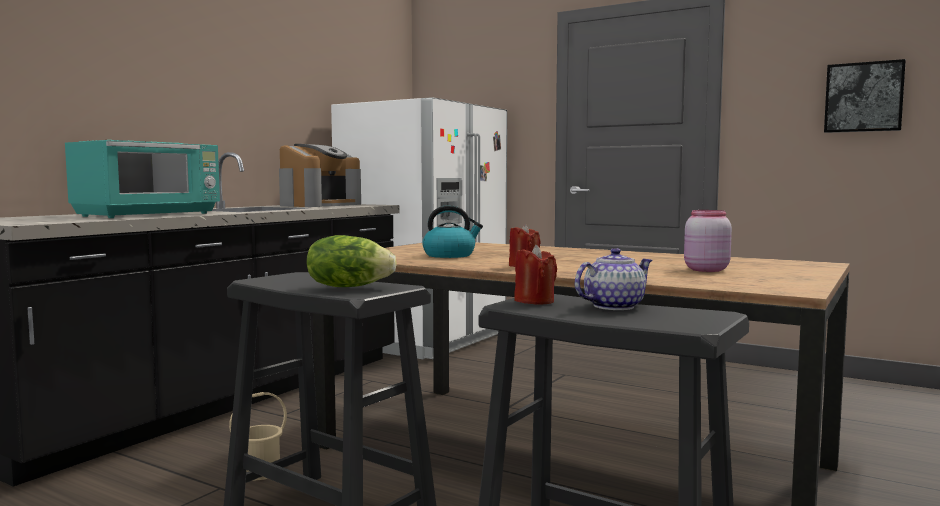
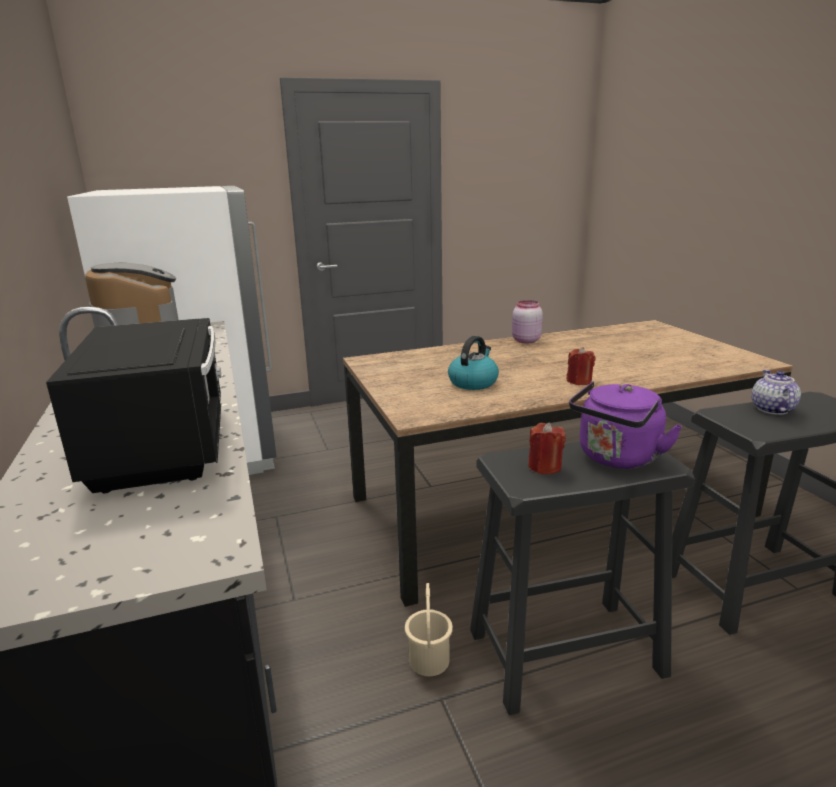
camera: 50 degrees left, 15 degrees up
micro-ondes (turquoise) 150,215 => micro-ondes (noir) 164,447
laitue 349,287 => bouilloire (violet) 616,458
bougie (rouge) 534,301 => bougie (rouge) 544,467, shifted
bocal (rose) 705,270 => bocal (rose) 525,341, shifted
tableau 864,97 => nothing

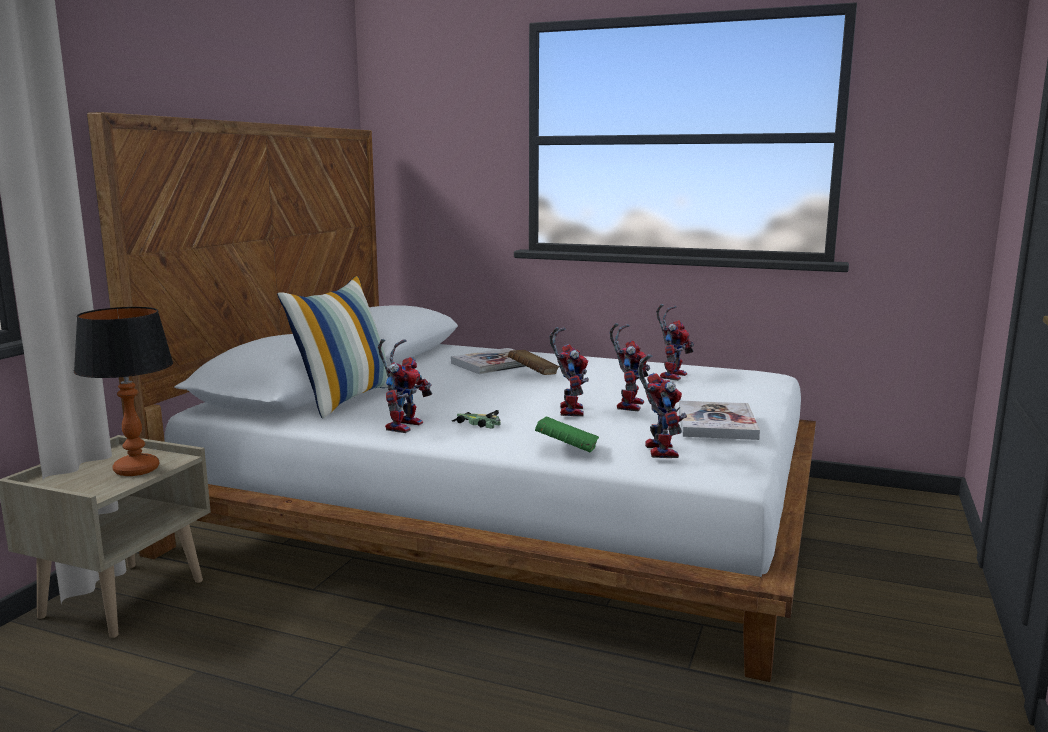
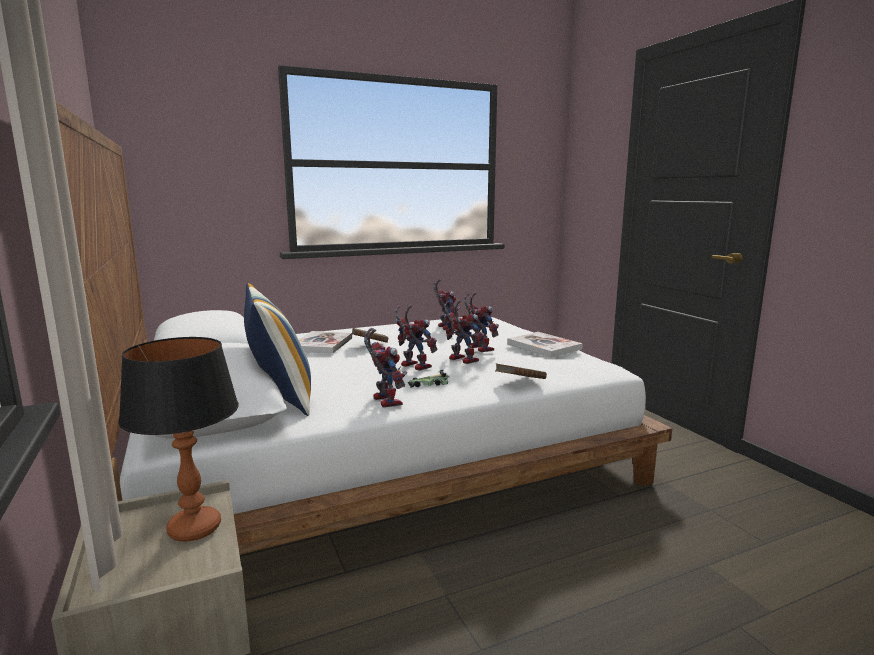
camera: 45 degrees left, 0 degrees up
livre (vert) 567,450 => livre (marron) 520,382
robot jouet 656,449 => robot jouet 412,366, shifted

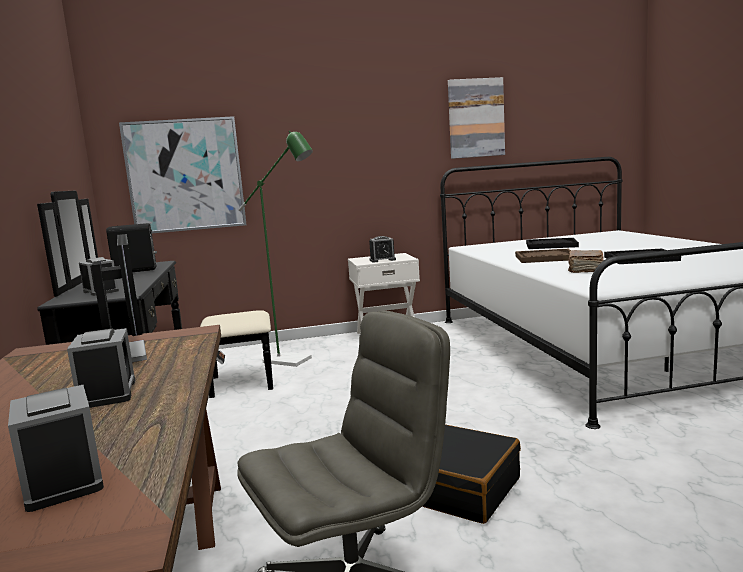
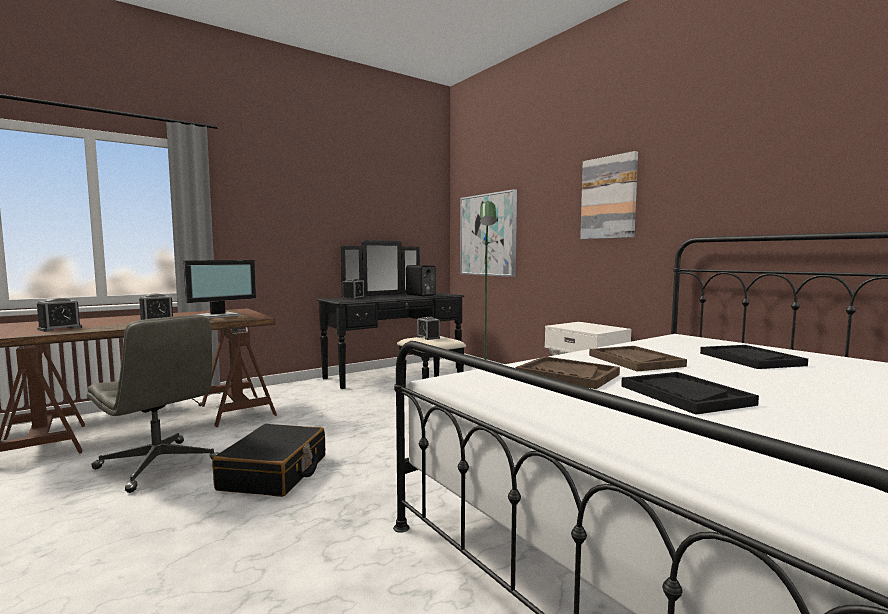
camera: 65 degrees right, 5 degrees down
réveil 382,260 => réveil 428,337, shifted
tableau 476,118 => tableau 609,198, shifted
livre (marron) 585,269 => plateau (marron) 567,375

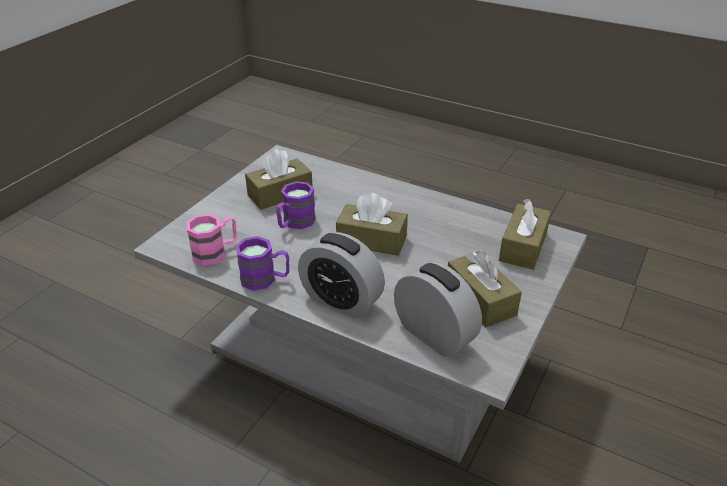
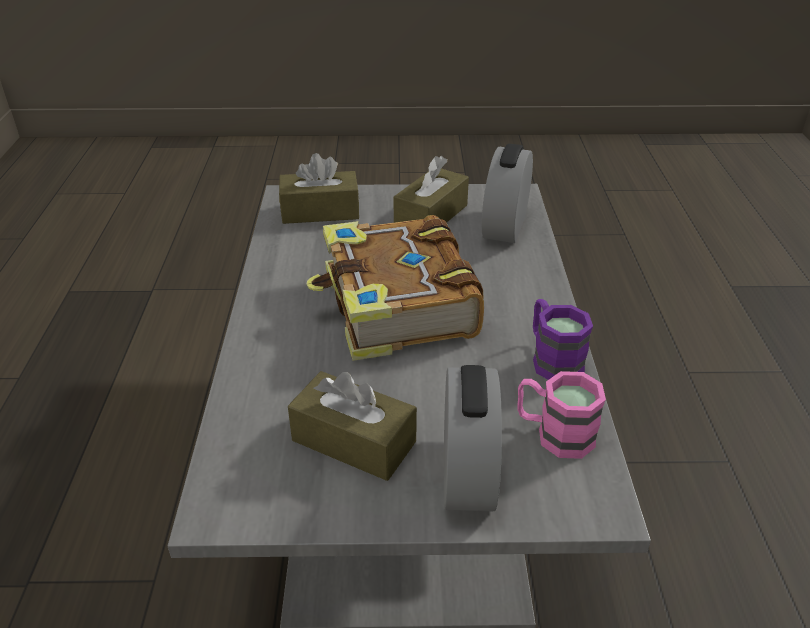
camera: 120 degrees left, 0 degrees up
mug (violet) 295,223 => nothing
réveil 341,300 => réveil 467,475, shifted
boîte à mouchoirs (marron) 371,240 => livre 396,307

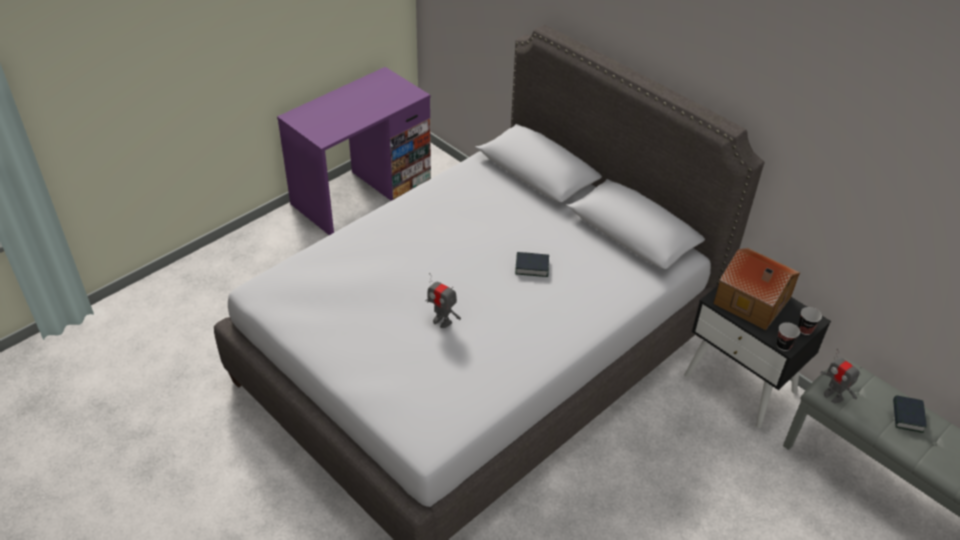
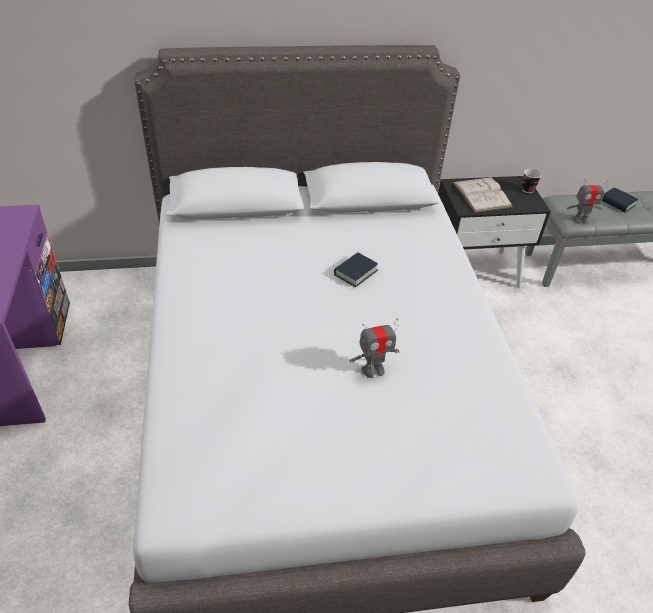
camera: 55 degrees left, 0 degrees up
maison miniature 752,302 => livre (blanc) 481,195
tasse 783,345 => nothing

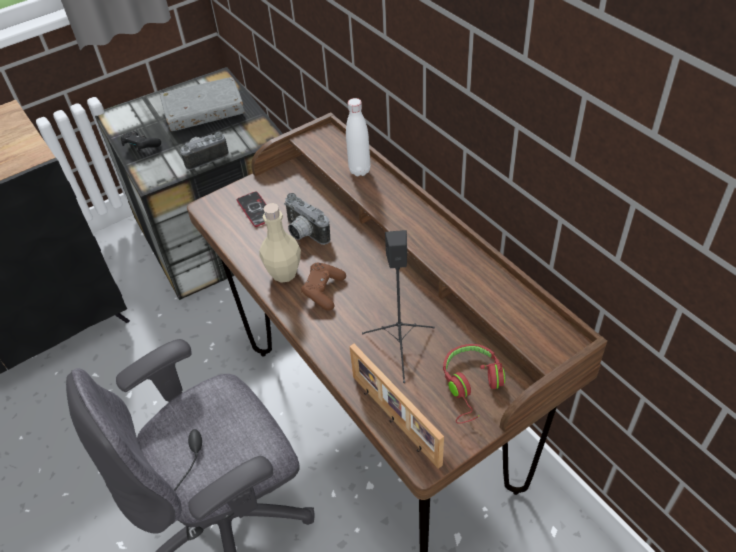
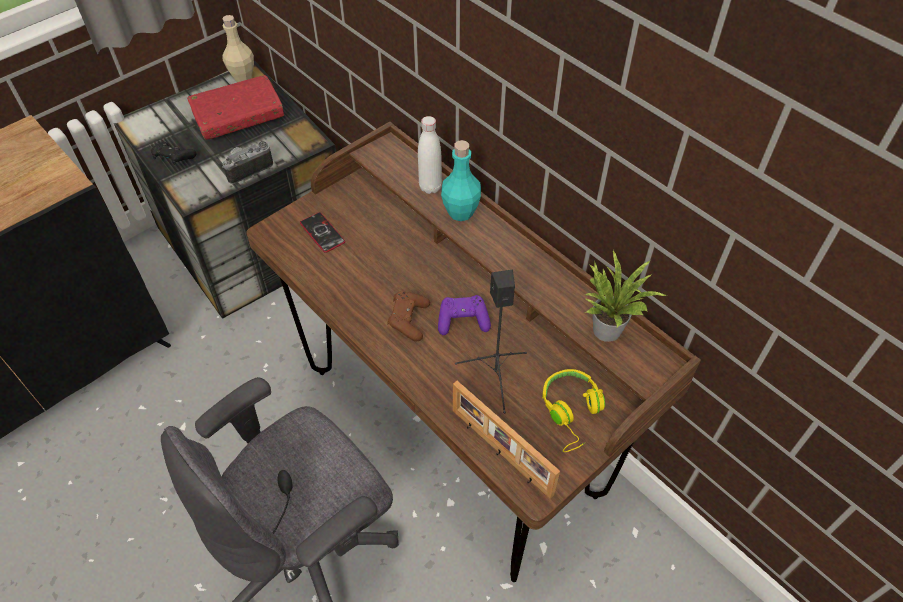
camera: 10 degrees left, 5 degrees up
livre (gris) 204,112 => livre (rouge) 238,116
bouteille (beige) 284,273 => bouteille (beige) 243,76, shifted
appareil photo 304,234 => nothing
casque audio (rouge) 472,387 => casque audio (jaune) 572,412
nothing => manette (violet) 463,321
nothing => bouteille (turquoise) 460,212
nothing => plante en pot 607,327

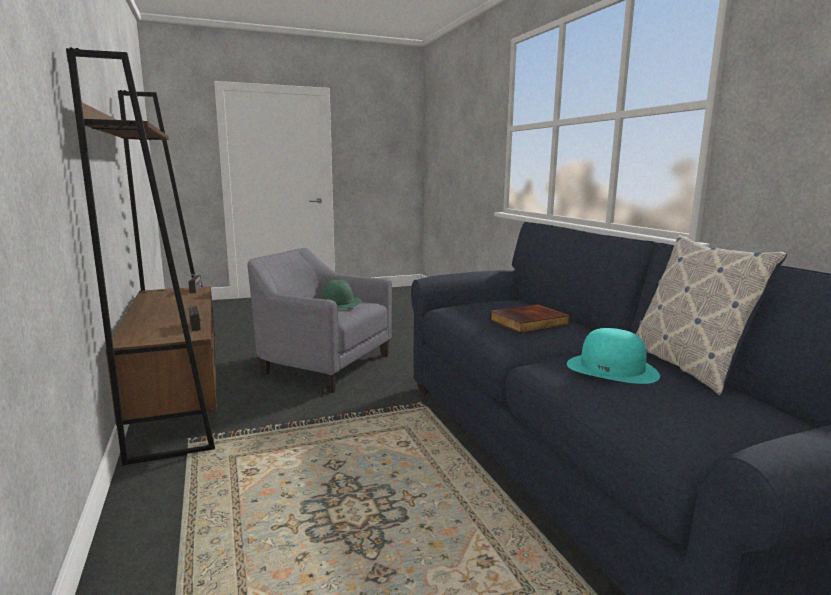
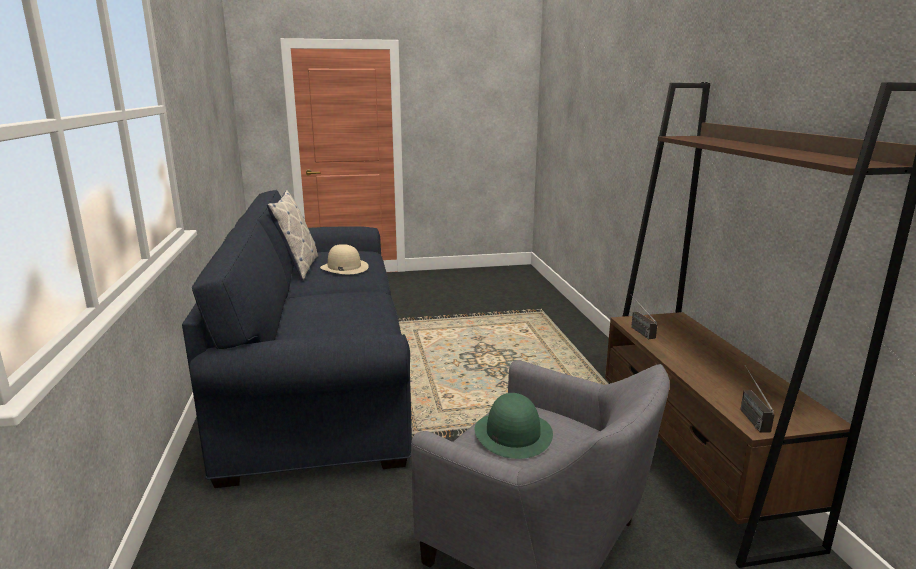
camera: 170 degrees left, 5 degrees up
livre 529,323 => nothing
chapeau (turquoise) 612,369 => chapeau (beige) 344,267

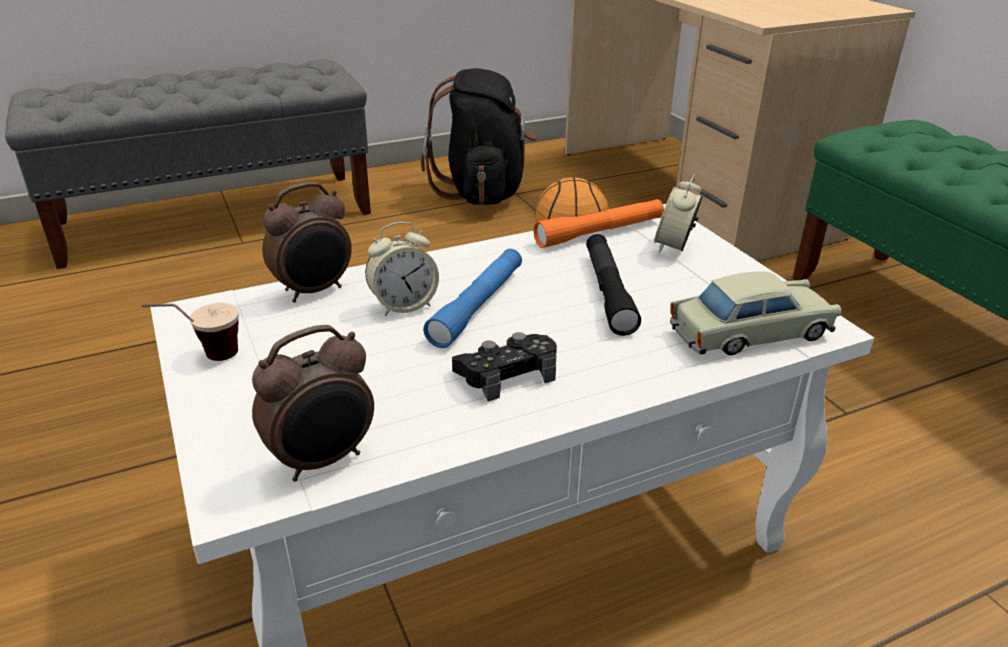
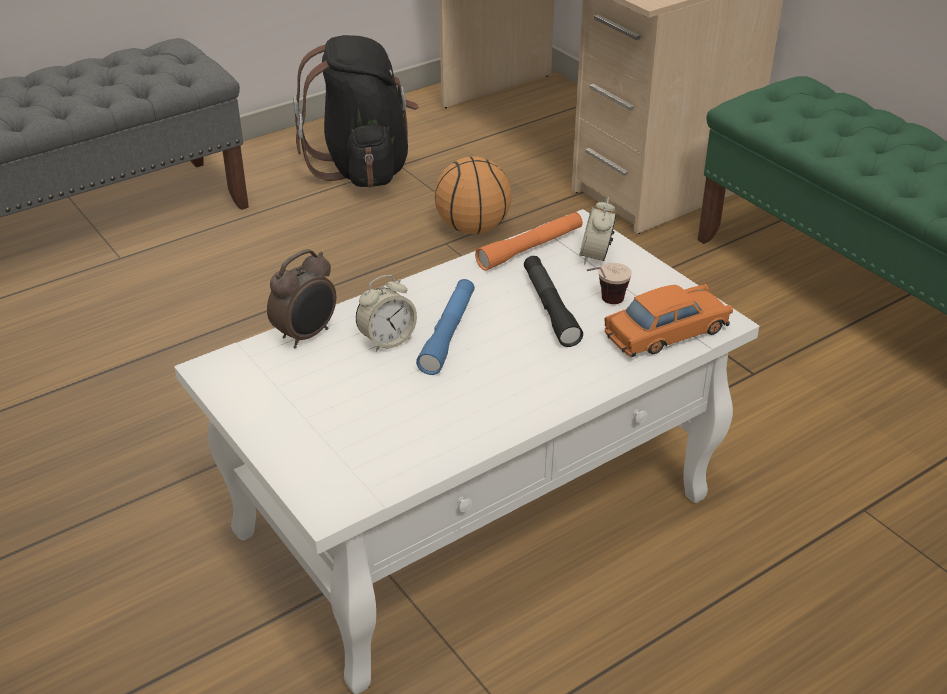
camera: 10 degrees left, 5 degrees up
tasse 203,359 => tasse 603,304, shifted
réveil 323,460 => nothing
manette (noir) 506,374 => nothing
petite voiture (beige) 749,333 => petite voiture (orange) 666,333

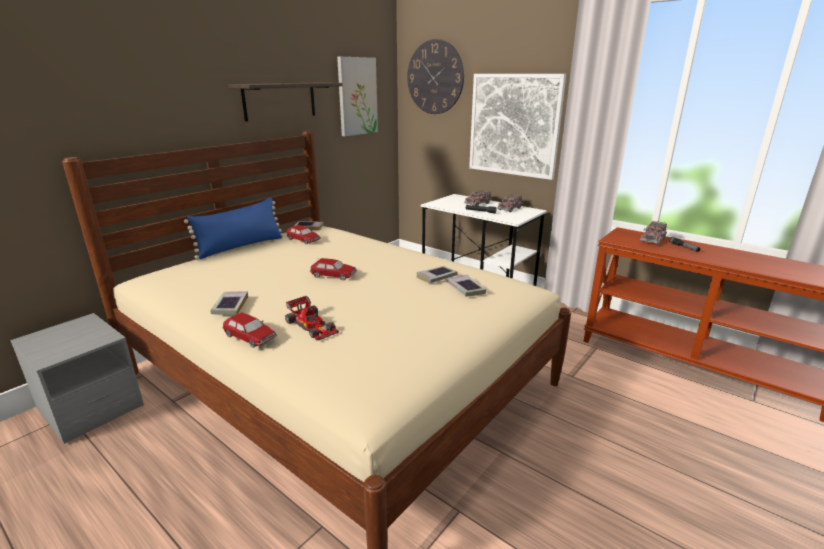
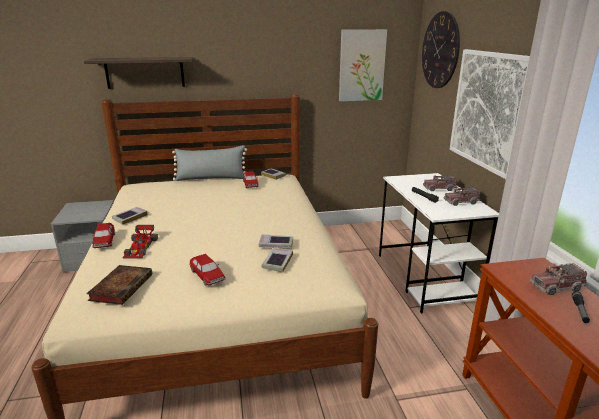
camera: 40 degrees right, 0 degrees up
coussin (bleu) 241,246 => coussin (gris) 211,178
étagère 280,100 => étagère 145,72, shifted
petite voiture 333,275 => petite voiture 207,275, shifted
nothing => livre 122,287

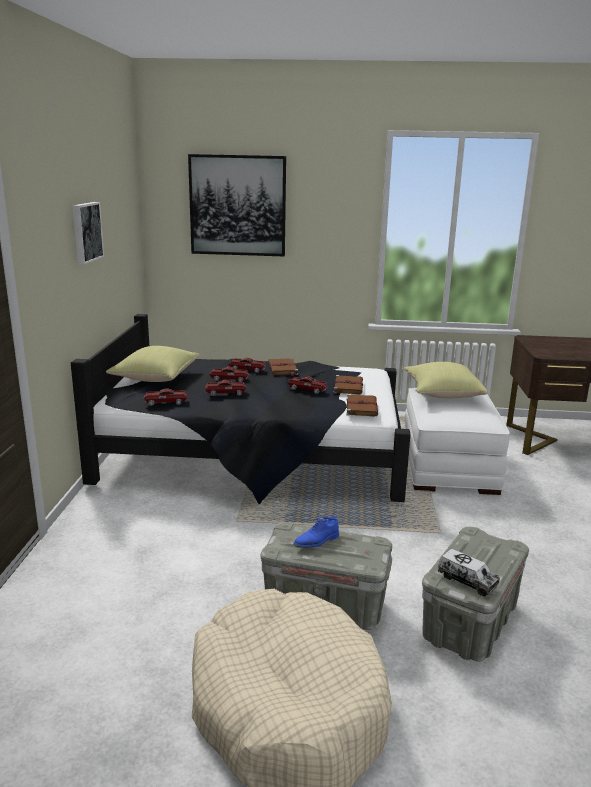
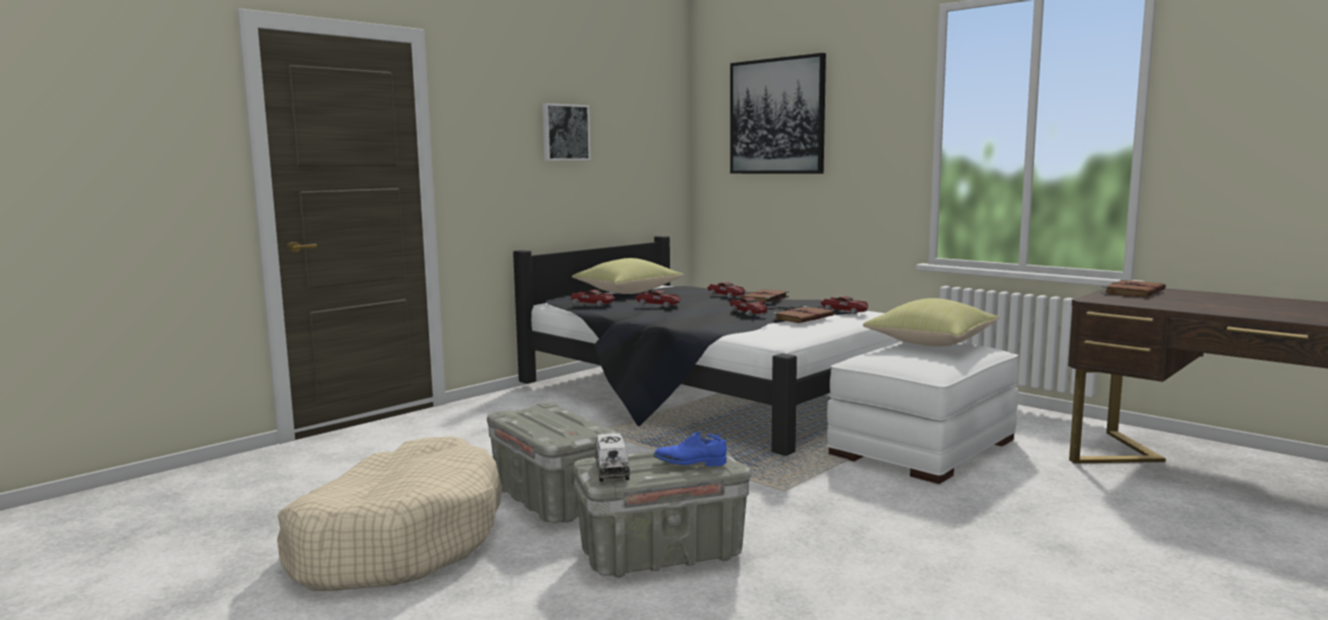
camera: 40 degrees right, 10 degrees down
petite voiture 229,378 => petite voiture 845,311, shifted
chaussure (bleu) 316,542 => chaussure (bleu) 690,463, shifted
livre (marron) 361,407 => livre (marron) 1133,291, shifted

